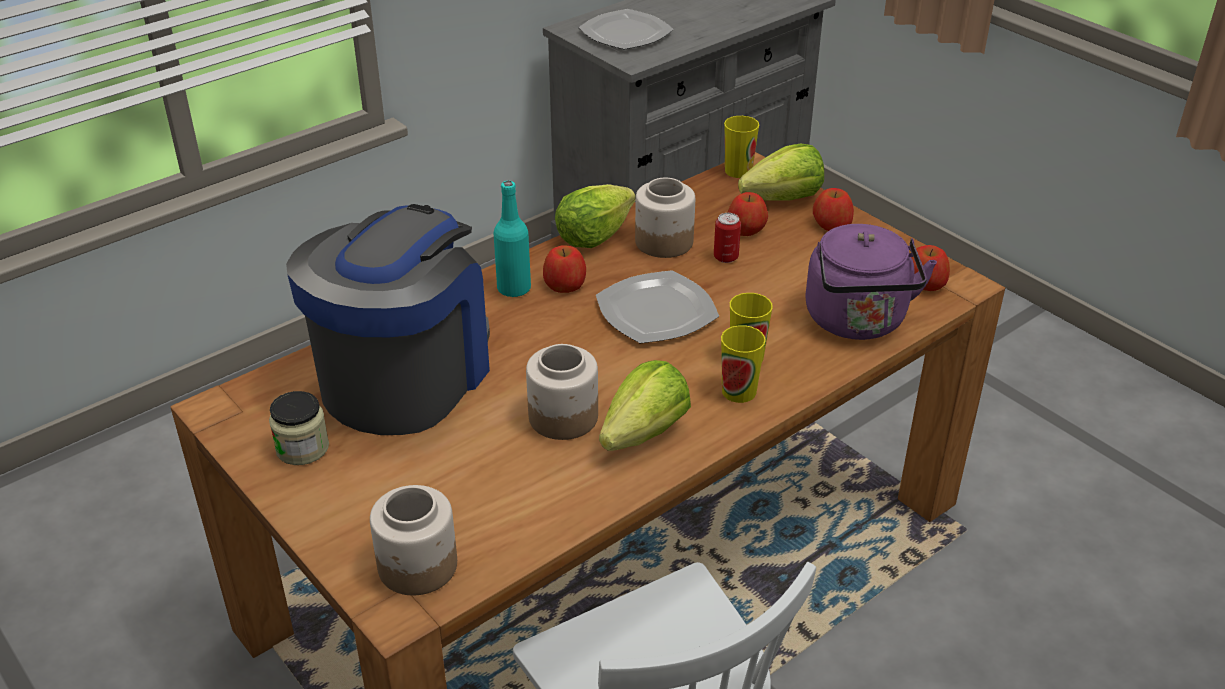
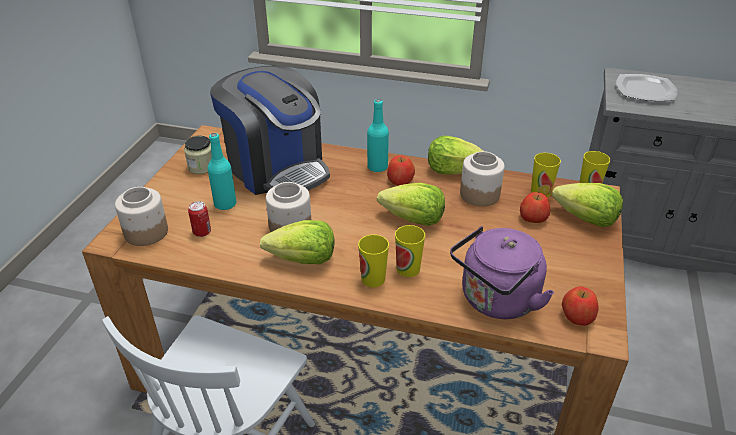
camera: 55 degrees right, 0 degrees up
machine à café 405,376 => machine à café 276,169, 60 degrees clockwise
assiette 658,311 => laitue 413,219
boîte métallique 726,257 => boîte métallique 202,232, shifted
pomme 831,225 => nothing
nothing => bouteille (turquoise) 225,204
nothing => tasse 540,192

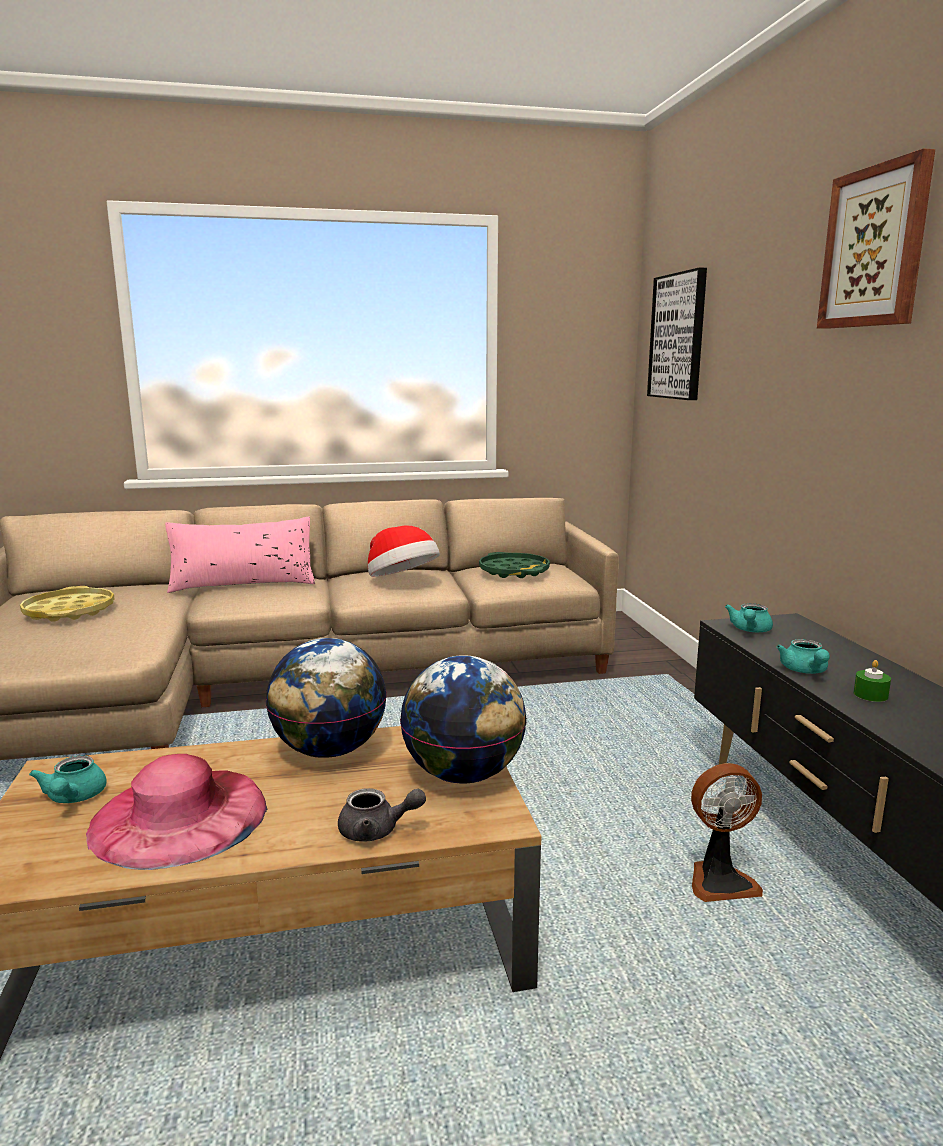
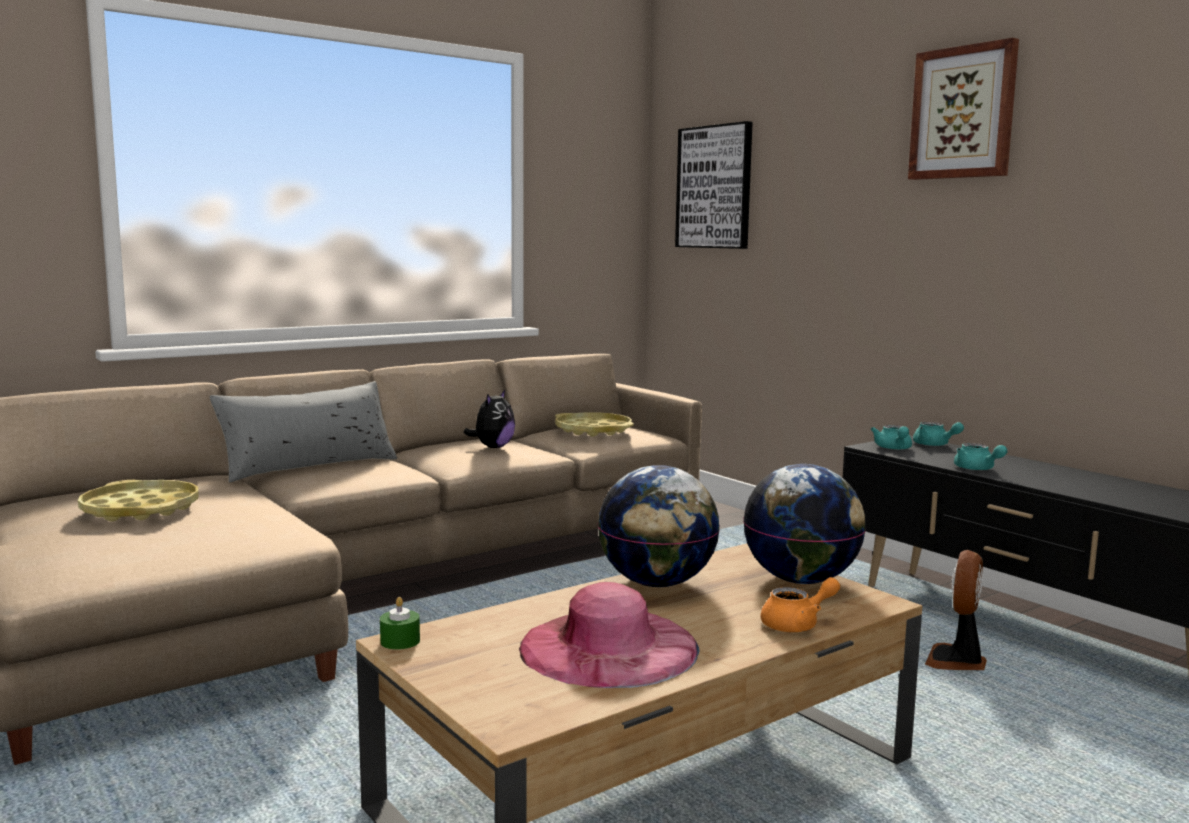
camera: 25 degrees left, 5 degrees down
théière (turquoise) 73,798 => théière (turquoise) 934,445, shifted
coussin (rose) 243,583 => coussin (gris) 309,466
théière (gris) 377,831 => théière (orange) 797,625
chapeau 402,580 => peluche 493,447
plateau (vert) 514,571 => plateau (jaune) 593,430
ventilateur 720,882 => ventilateur 956,661, 150 degrees clockwise
bougie (vert) 870,695 => bougie (vert) 400,641, shifted

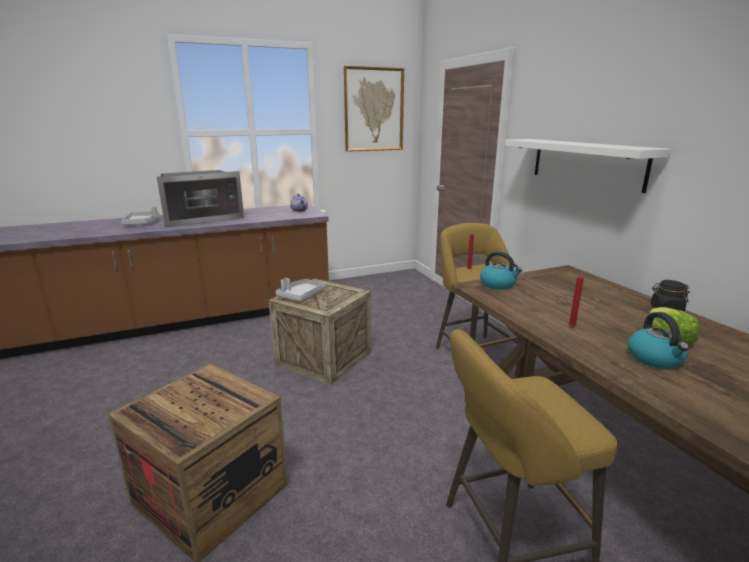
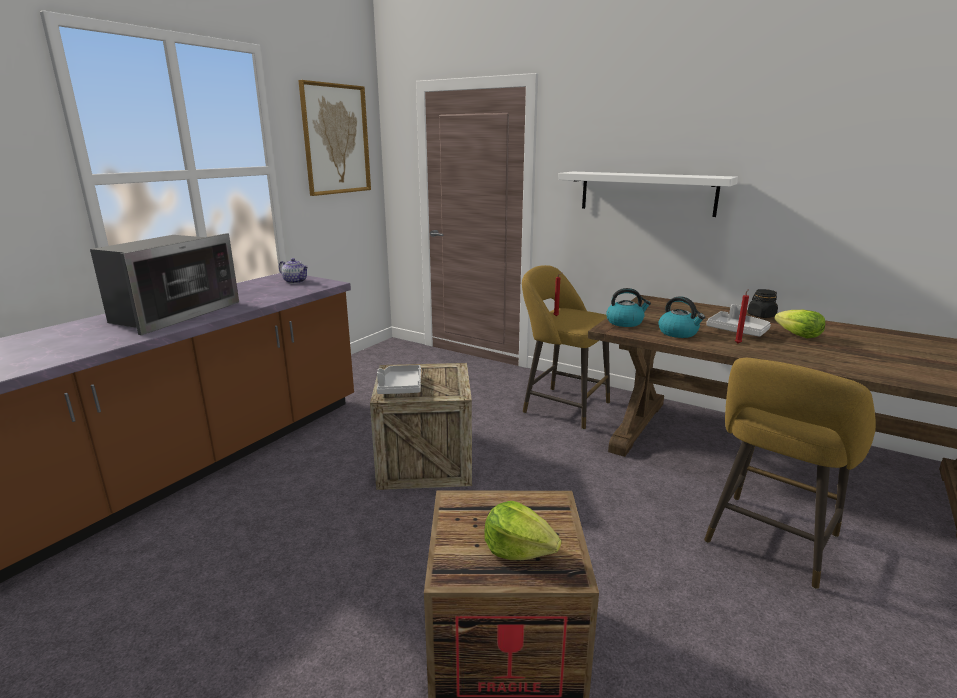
camera: 35 degrees left, 0 degrees up
plateau (gris) 142,223 => plateau (gris) 737,331, shifted
bouilloire 655,359 => bouilloire 678,333, shifted
nothing => laitue 518,549

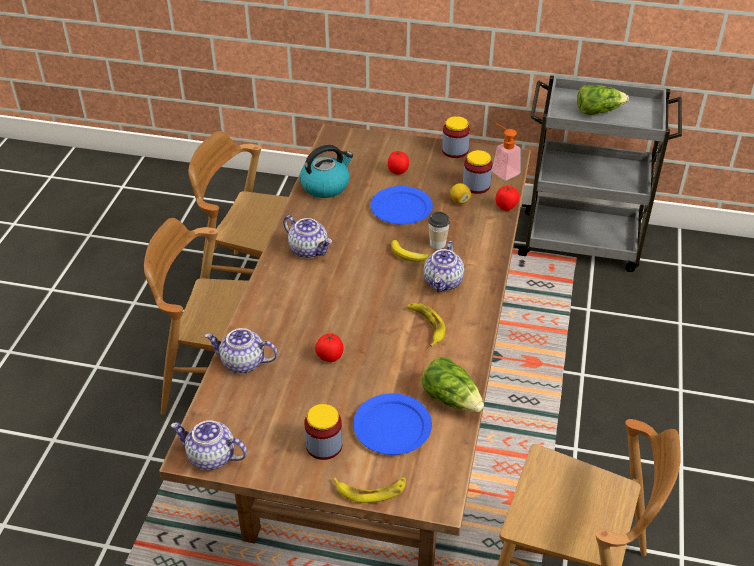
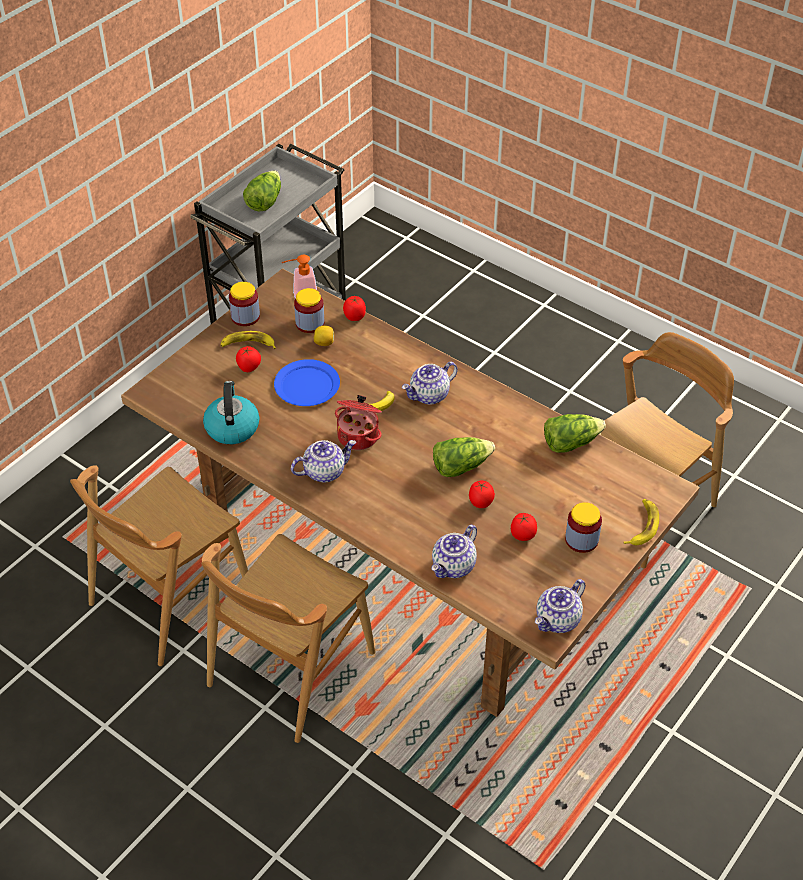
camera: 65 degrees left, 5 degrees up
assiette (bleu) 393,427 => nothing
banane 426,325 => banane 248,344, shifted
théière 443,282 => théière 429,395, 105 degrees clockwise
tasse 437,243 => nothing
nothing => marmite 359,436
nothing => laitue 460,466
nothing => tomate 523,536

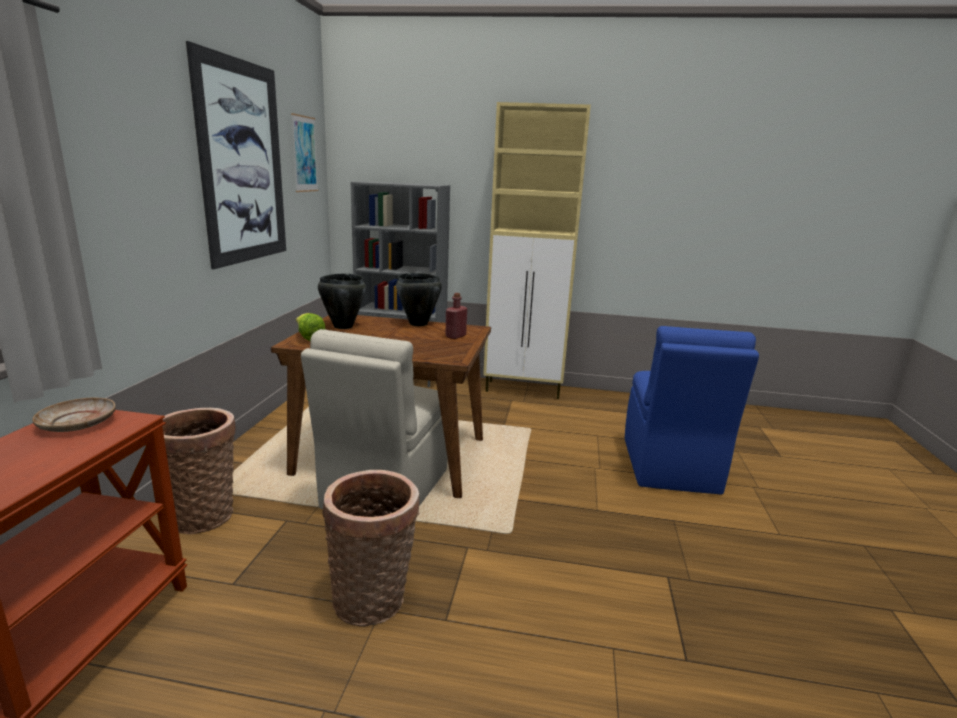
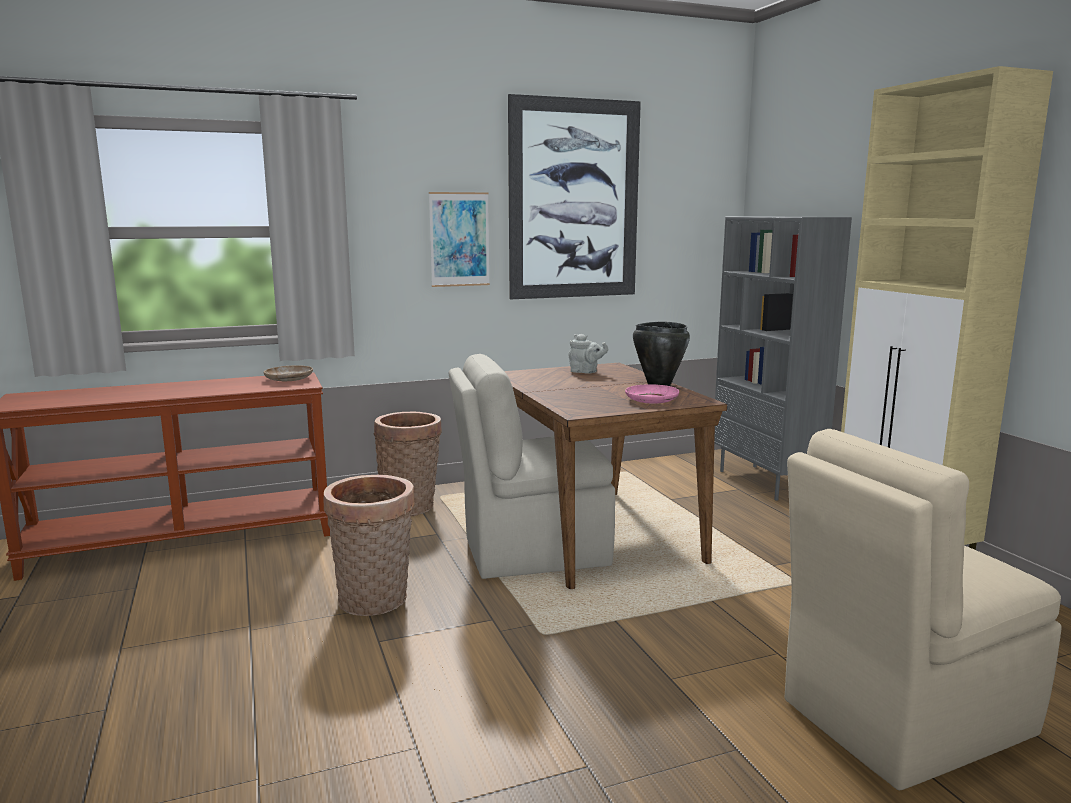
camera: 60 degrees right, 5 degrees down
tableau 304,154 => tableau 459,239, shifted
laitue 309,338 => nothing
marmite (noir) 342,326 => théière (gris) 585,372
bouteille (rouge) 455,336 => assiette (rose) 652,400
chaise (bleu) 669,466 => chaise (beige) 901,718

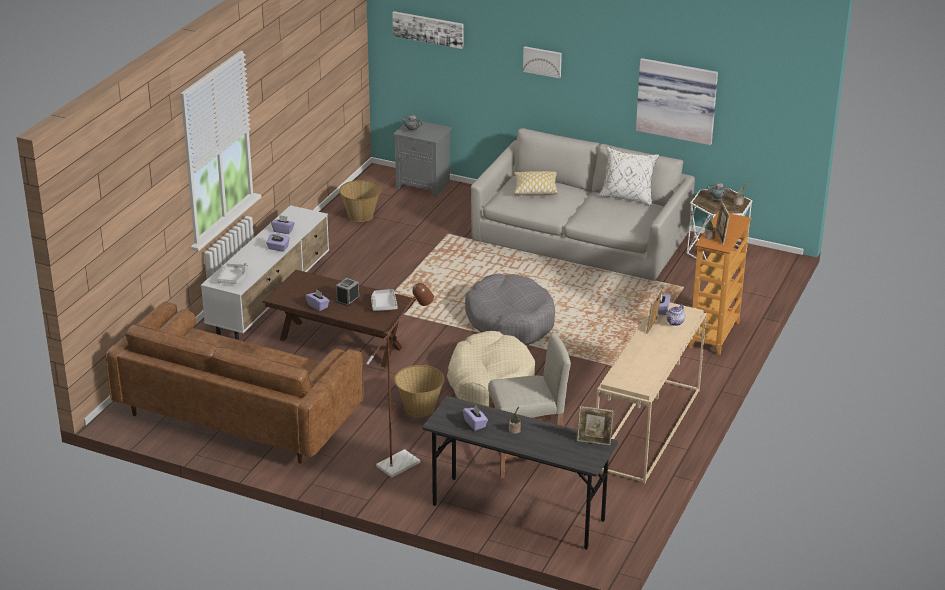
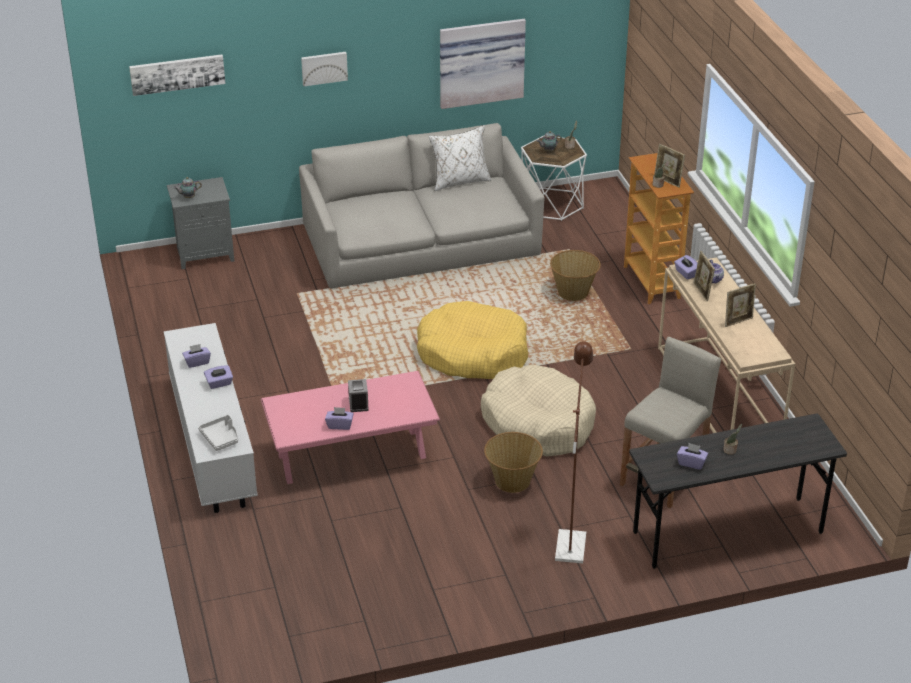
camera: 40 degrees left, 5 degrees up
canapé (marron) 239,414 => nothing
table basse (marron) 340,343 => table basse (rose) 351,456
panier 361,216 => panier 573,293, shifted
plateau (gris) 383,304 => nothing
panier pour chien (gris) 510,321 => panier pour chien (jaune) 473,353
coussin 535,189 => nothing
cadre photo 594,442 => cadre photo 738,321, shifted

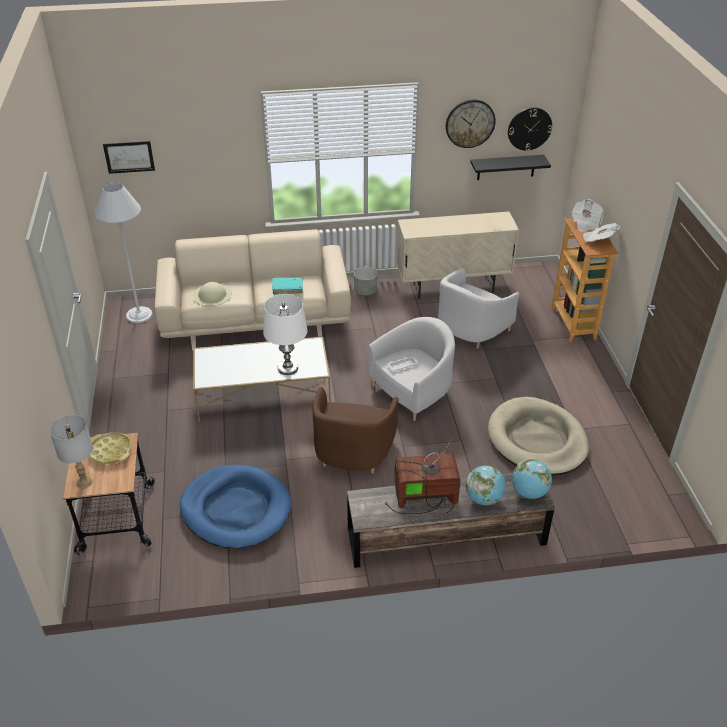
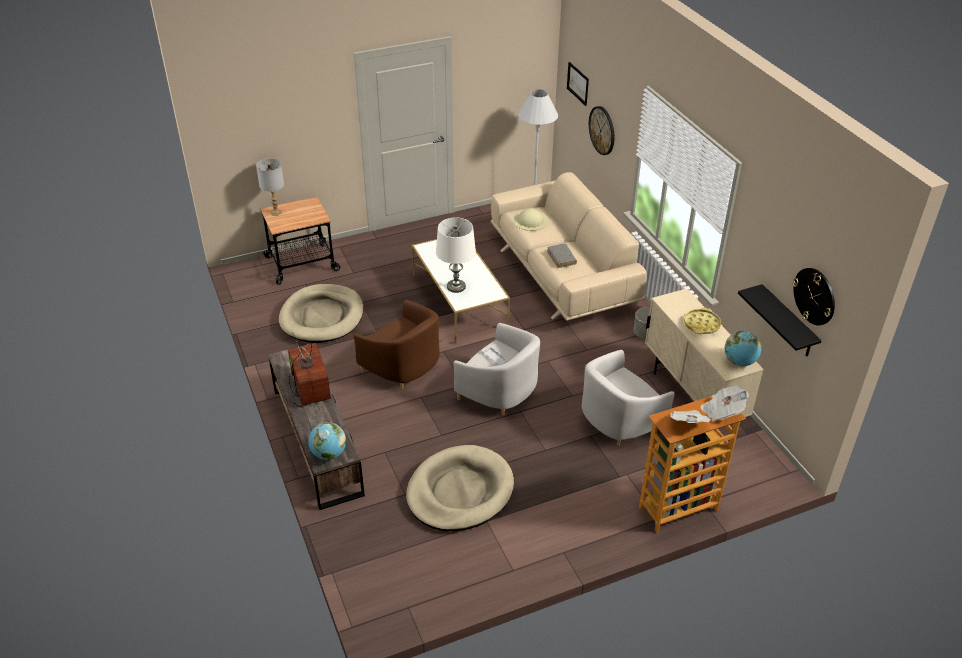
camera: 75 degrees right, 0 degrees up
plateau (jaune) 111,451 => plateau (jaune) 701,324, shifted
panier pour chien (bleu) 236,509 => panier pour chien (beige) 322,317
livre (turquoise) 287,288 => livre (gris) 561,258
fauteuil (marron) 352,453 => fauteuil (marron) 403,367, 135 degrees counterclockwise
fauteuil (blanc) 471,330 => fauteuil (blanc) 619,421, 60 degrees counterclockwise
horloge murale 470,123 => horloge murale 602,130, shifted
globe 484,498 => globe 739,362, shifted

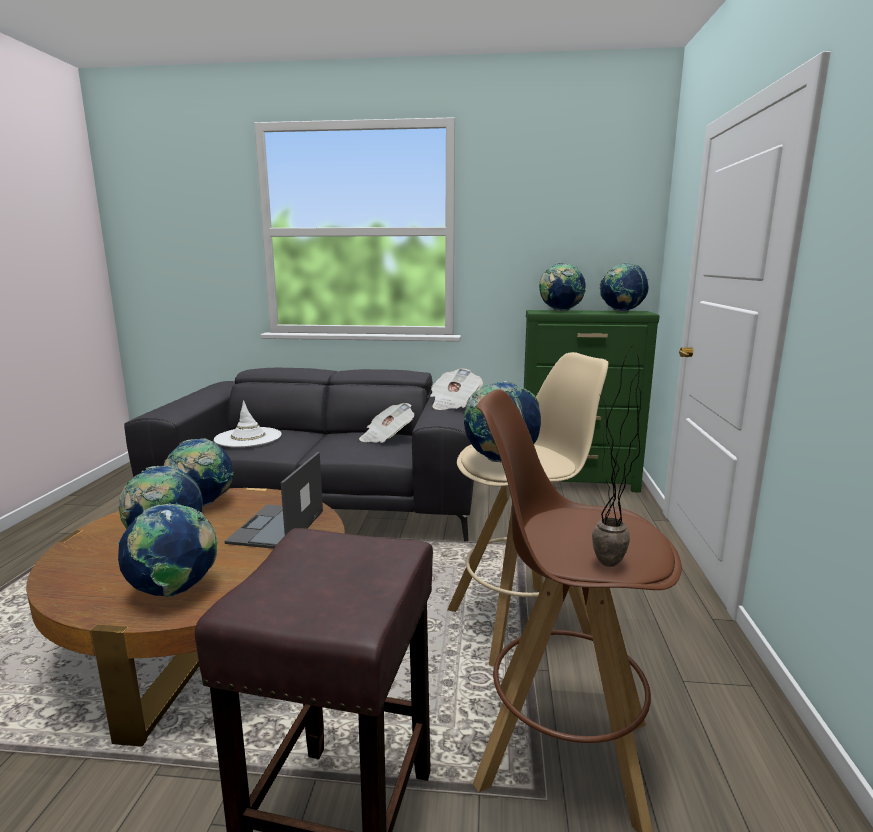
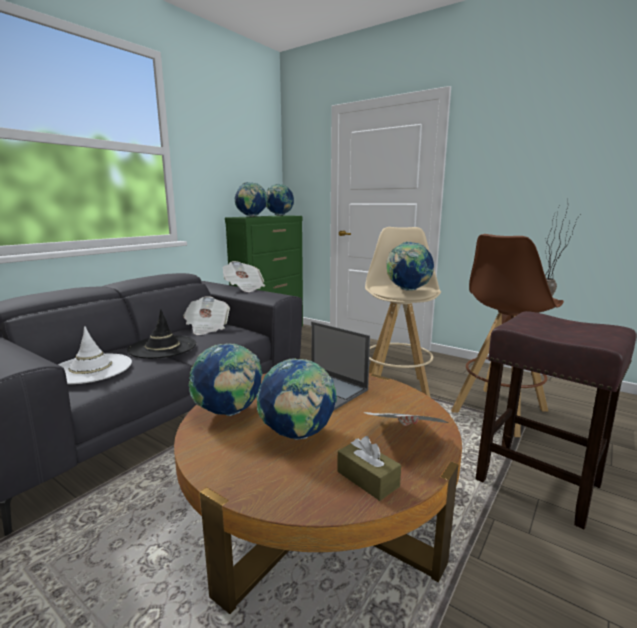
camera: 60 degrees left, 0 degrees up
globe 175,591 => journal 404,437
nothing => chapeau (noir) 162,347
nothing => boîte à mouchoirs (marron) 367,479

